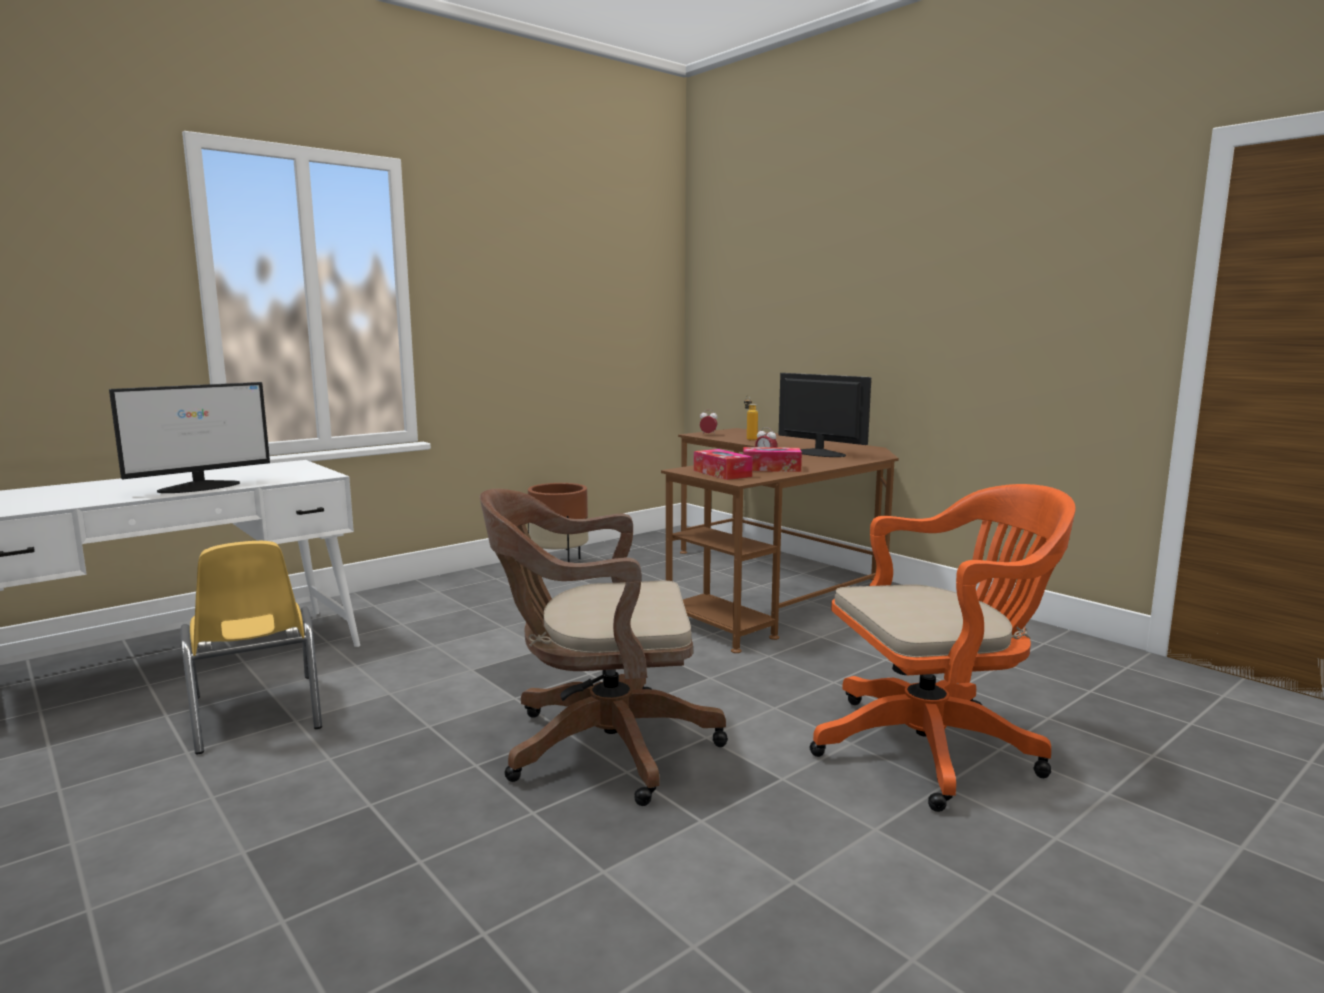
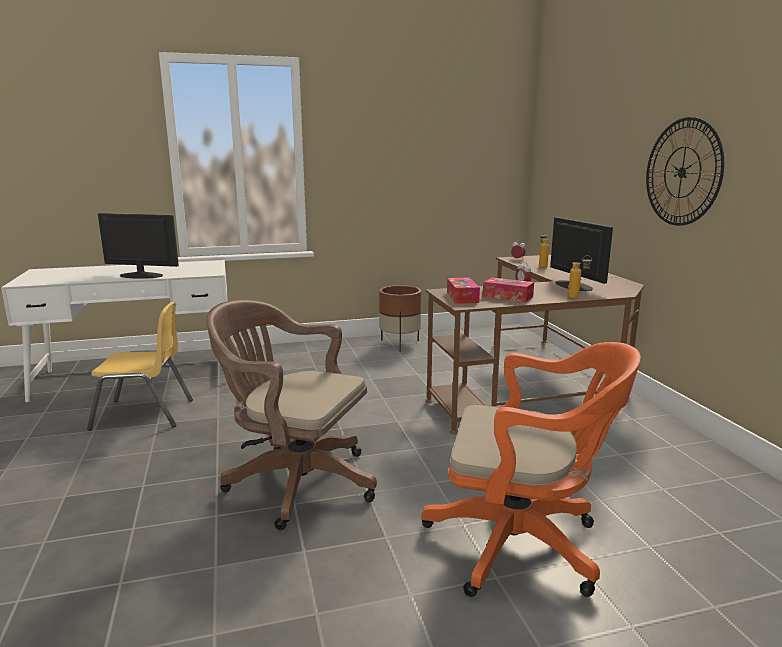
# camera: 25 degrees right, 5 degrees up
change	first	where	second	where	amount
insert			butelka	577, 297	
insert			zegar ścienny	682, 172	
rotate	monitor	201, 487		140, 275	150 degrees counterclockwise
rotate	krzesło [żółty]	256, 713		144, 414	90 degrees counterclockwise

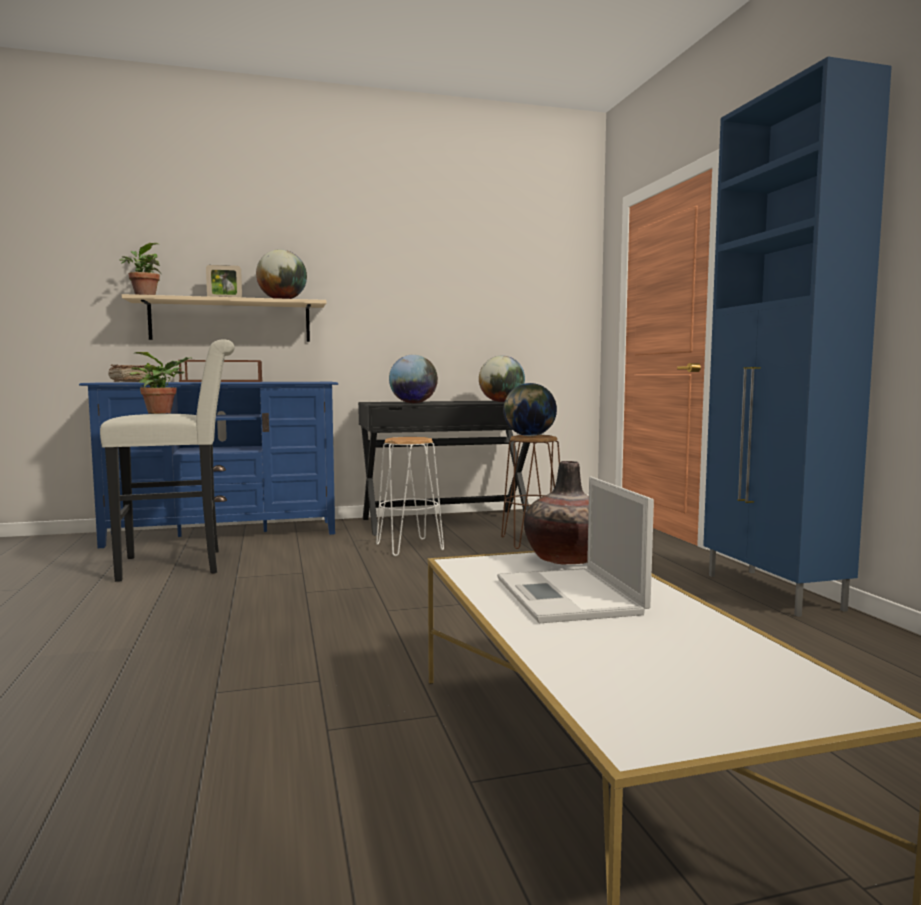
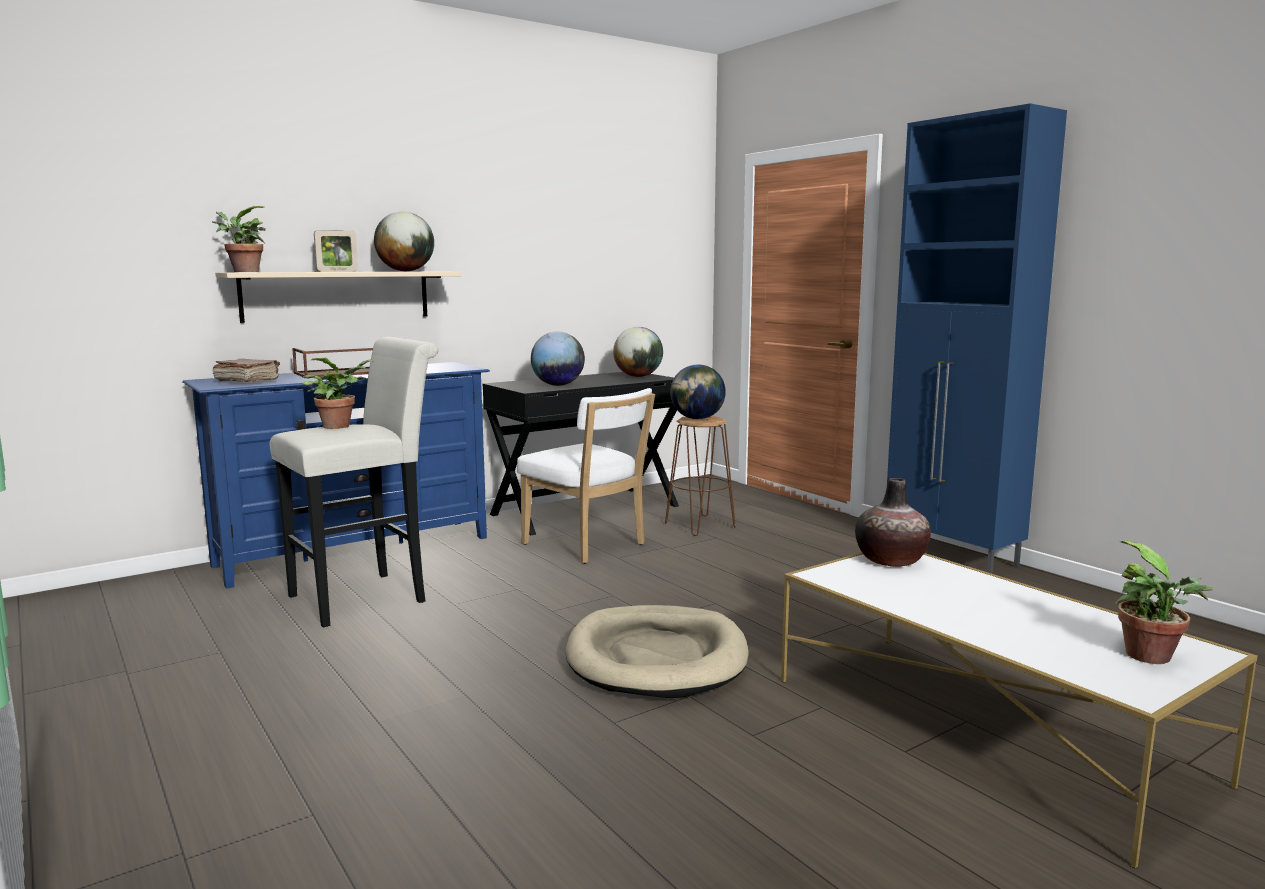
# camera: 20 degrees left, 5 degrees up
change	first	where	second	where	amount
delete	laptop	570, 597			
insert			legowisko [beżowy]	657, 658	
insert			roślina doniczkowa	1153, 658	
replace	stołek [biały]	409, 547	krzesło [biały]	587, 546	

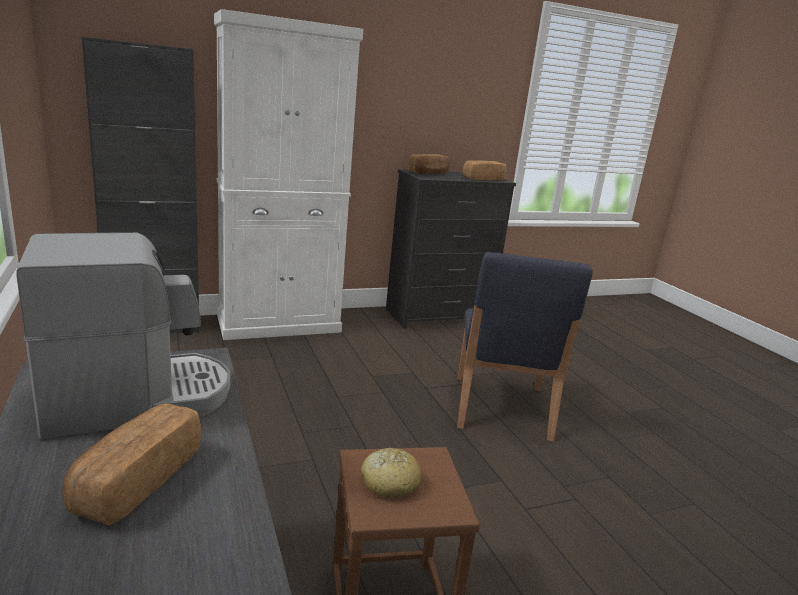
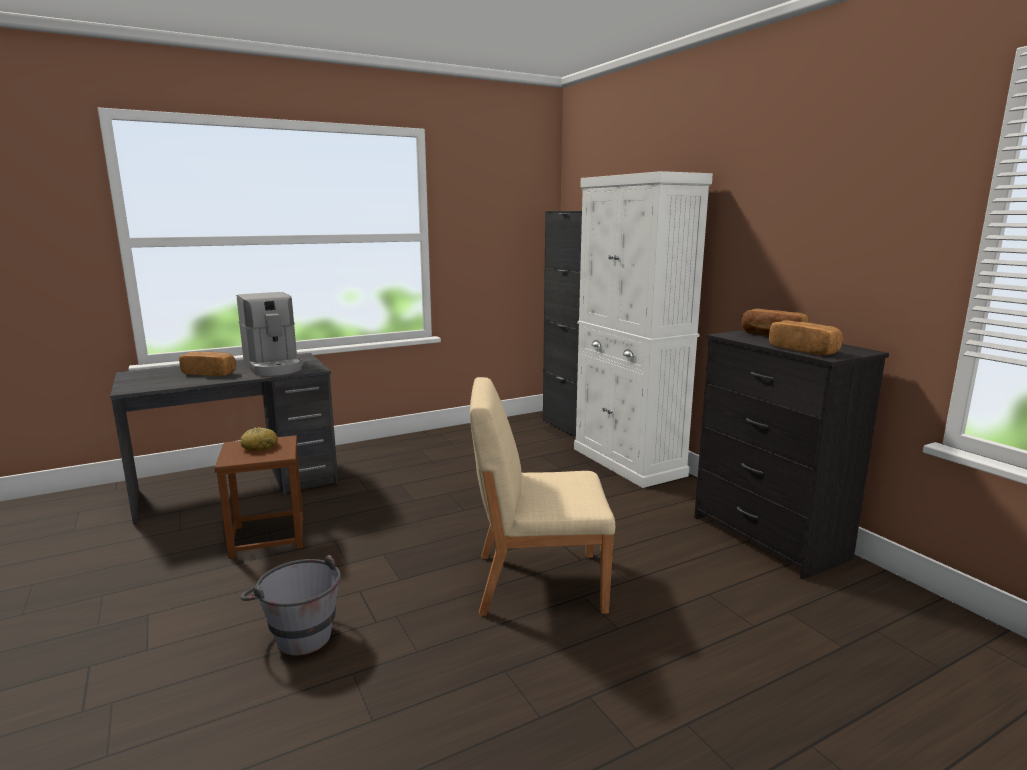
# camera: 85 degrees right, 5 degrees down
change	first	where	second	where	amount
insert			wiadro [szary]	297, 633	
recolor	krzesło [niebieski]	500, 407	krzesło [beżowy]	537, 582	

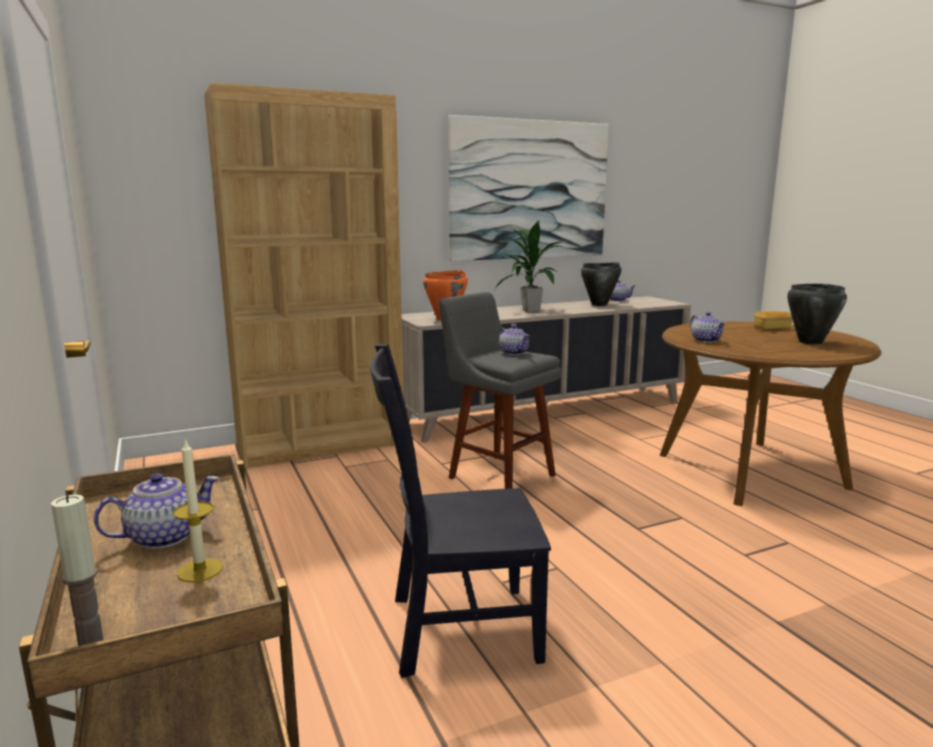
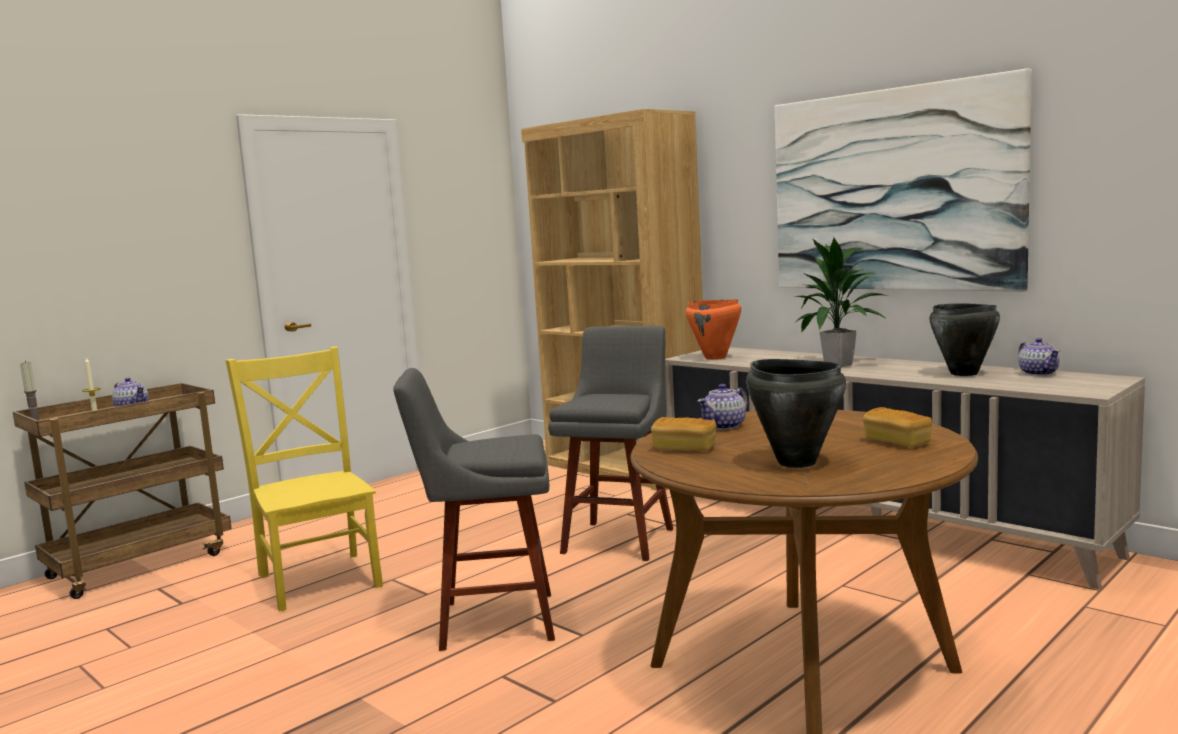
# camera: 70 degrees right, 5 degrees down
change	first	where	second	where	amount
delete	imbryk	513, 352			
insert			stołek [szary]	489, 621	
insert			chleb	684, 449	
recolor	krzesło [czarny]	456, 628	krzesło [żółty]	319, 578	

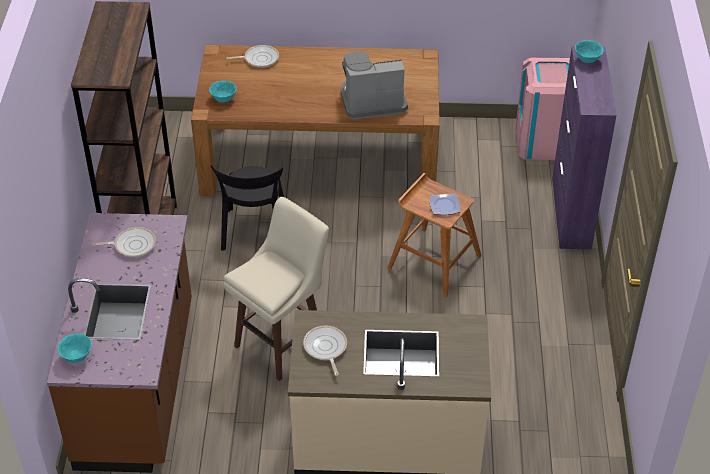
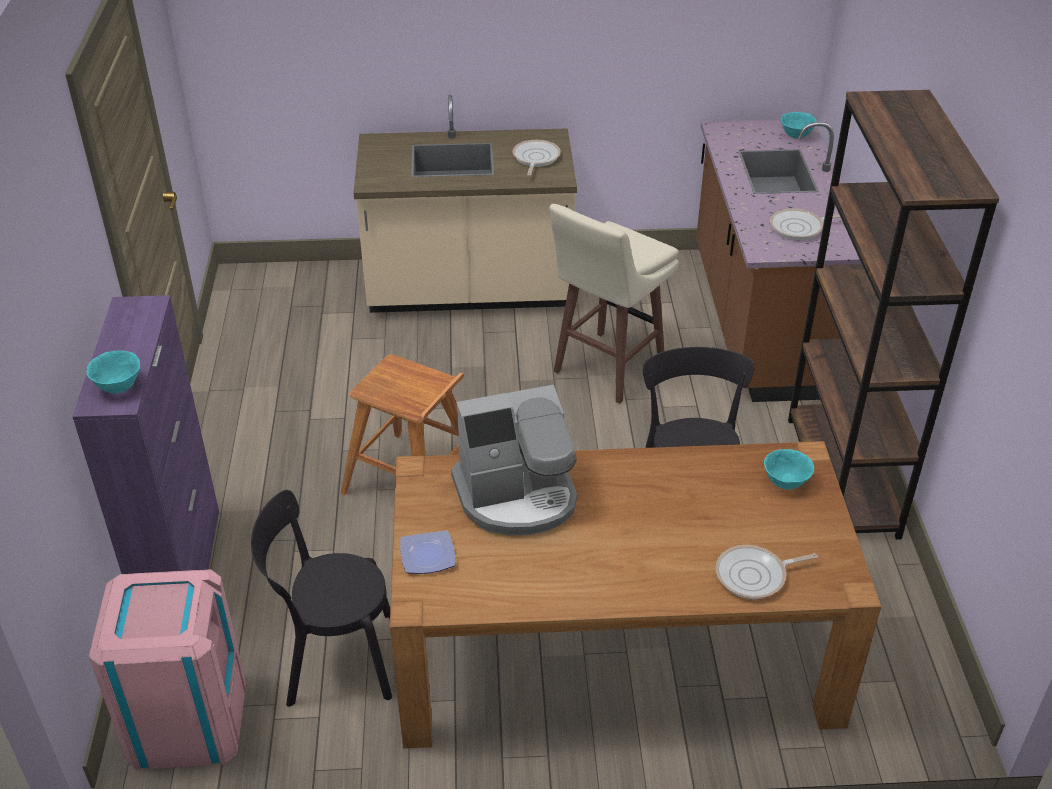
# camera: 175 degrees right, 5 degrees down
change	first	where	second	where	amount
insert			krzesło [czarny]	334, 659	
move	talerz	444, 206		428, 554	
rotate	patelnia	325, 348		535, 158	150 degrees counterclockwise

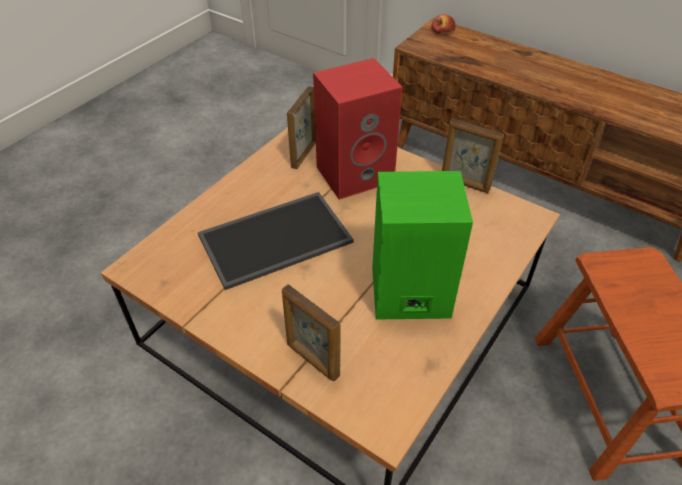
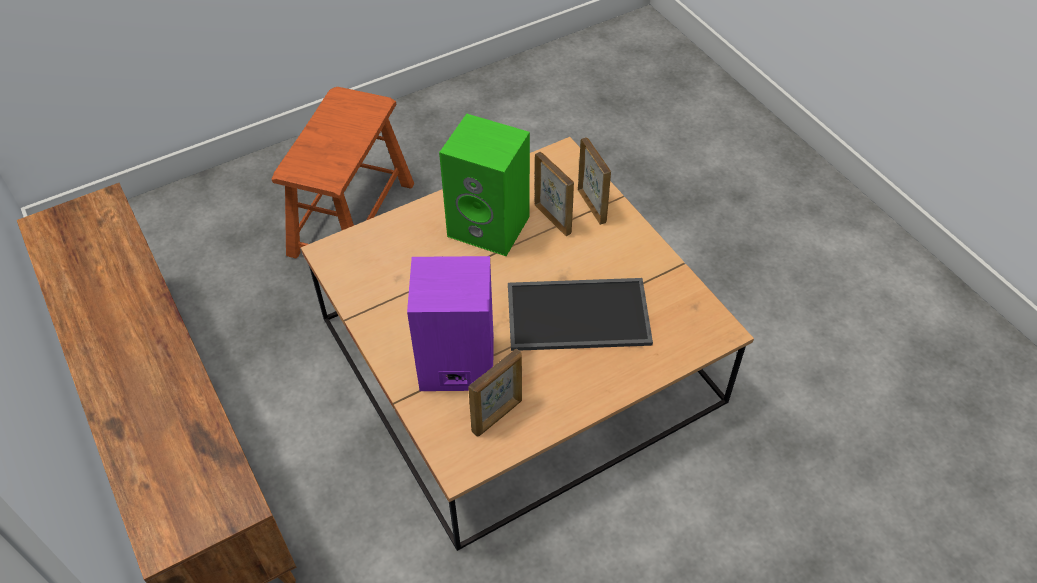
# camera: 155 degrees left, 5 degrees up
change	first	where	second	where	amount
delete	jabłko	443, 31			
move	ramka na zdjęcie	465, 184		553, 218	
recolor	głośnik [czerwony]	355, 173	głośnik [fioletowy]	455, 365	

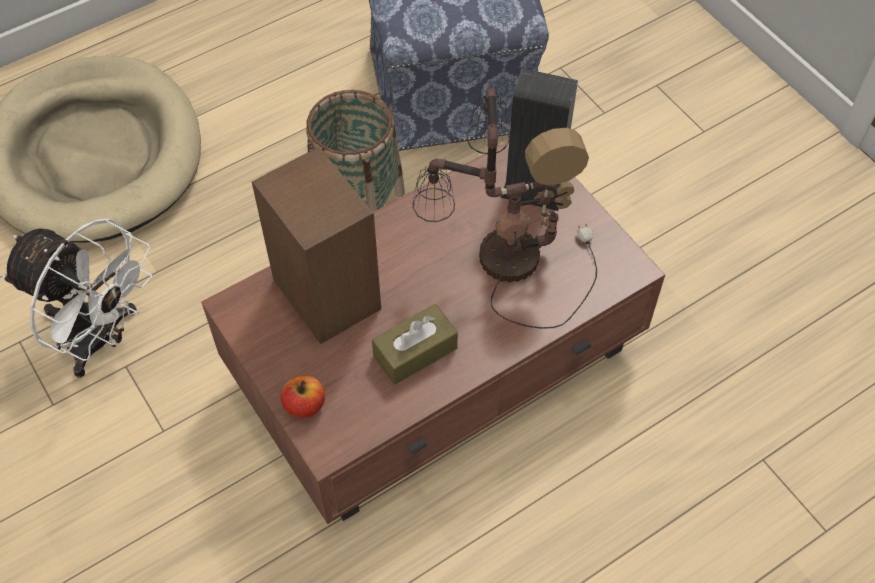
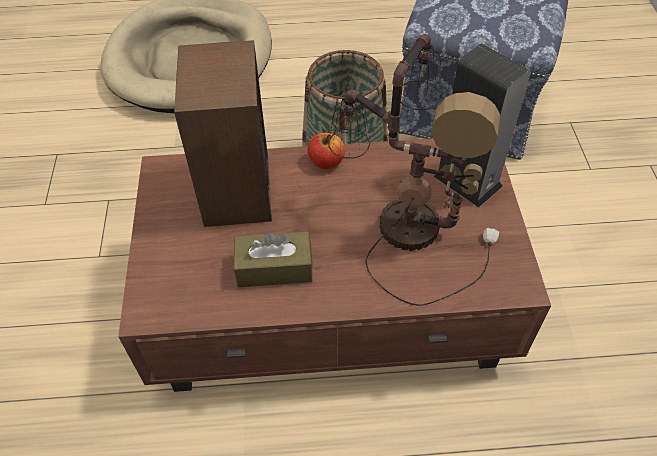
# camera: 30 degrees right, 5 degrees down
change	first	where	second	where	amount
delete	wentylator [biały]	101, 339			
move	jabłko	305, 405		326, 162	

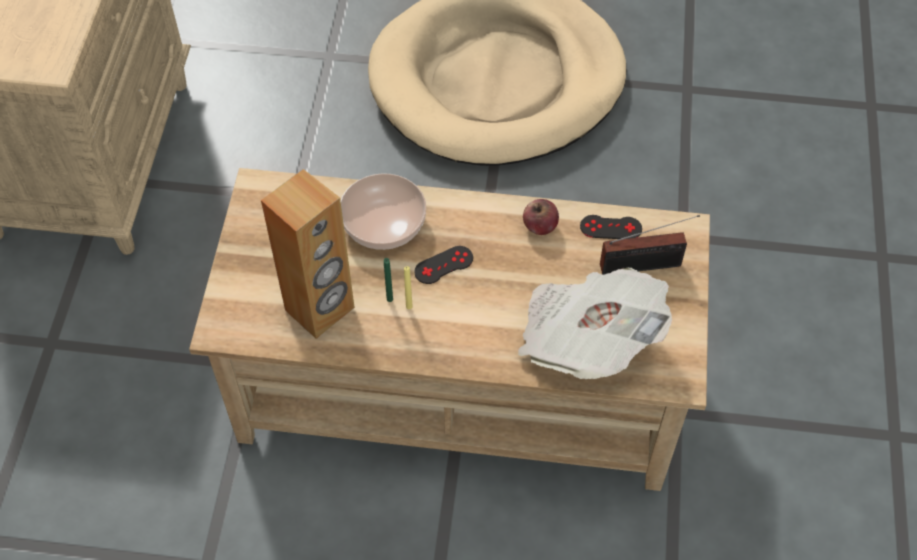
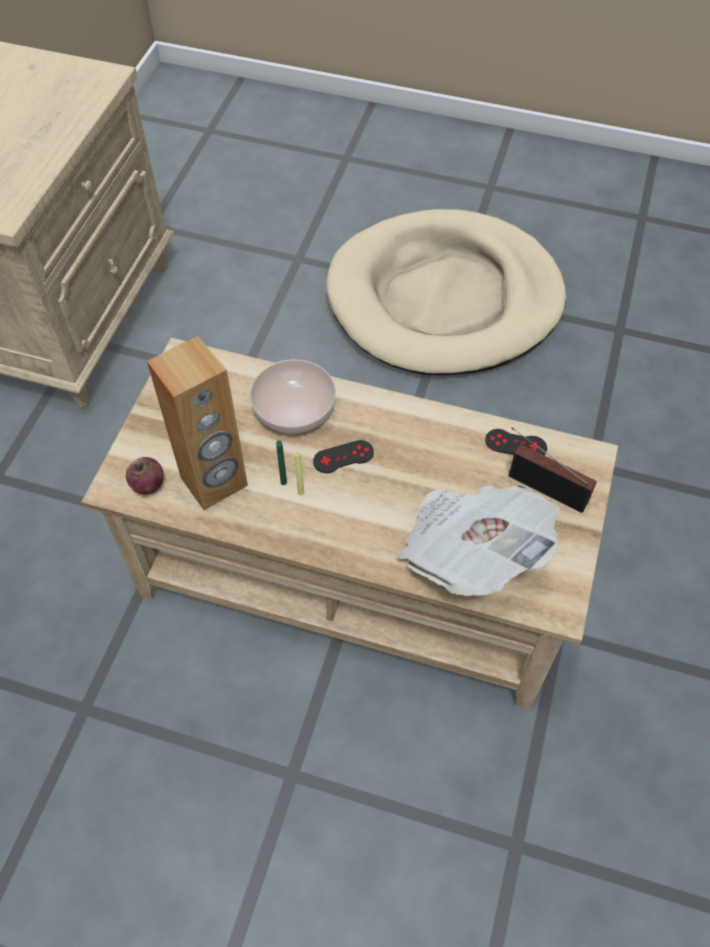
# camera: 10 degrees right, 0 degrees up
change	first	where	second	where	amount
move	jabłko	539, 226		147, 484	
rotate	radio	645, 266		543, 487	150 degrees counterclockwise

